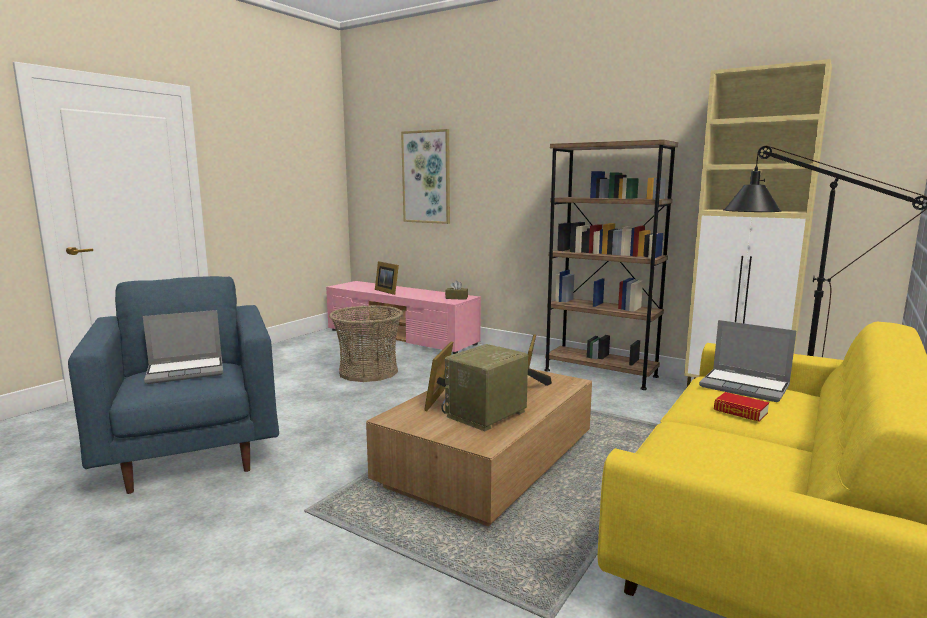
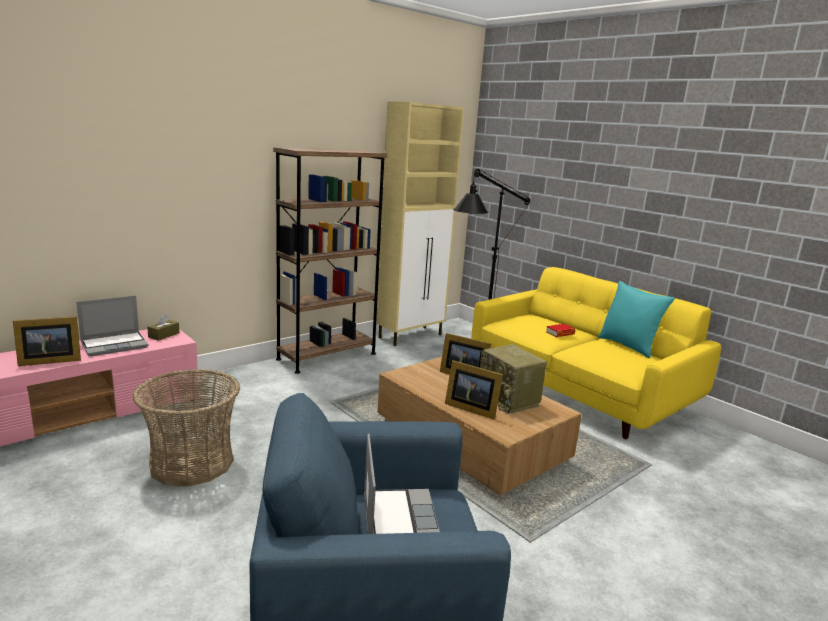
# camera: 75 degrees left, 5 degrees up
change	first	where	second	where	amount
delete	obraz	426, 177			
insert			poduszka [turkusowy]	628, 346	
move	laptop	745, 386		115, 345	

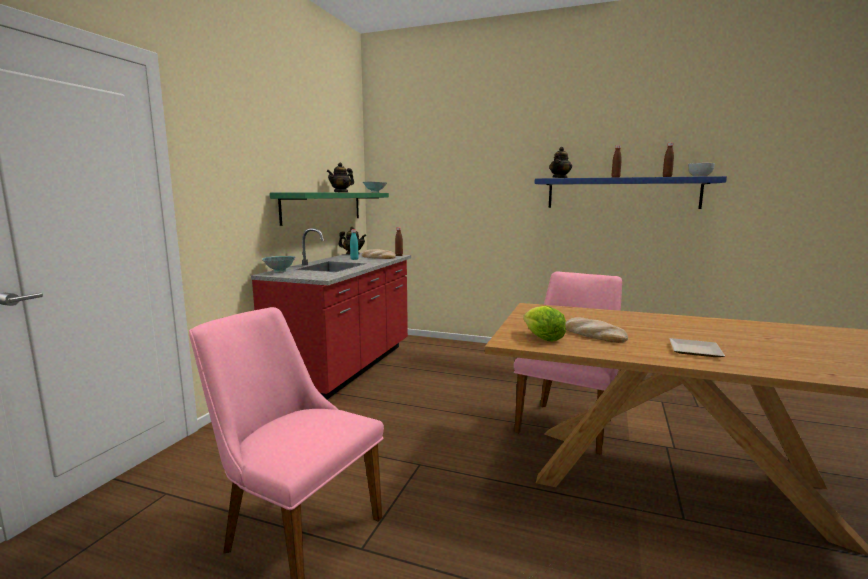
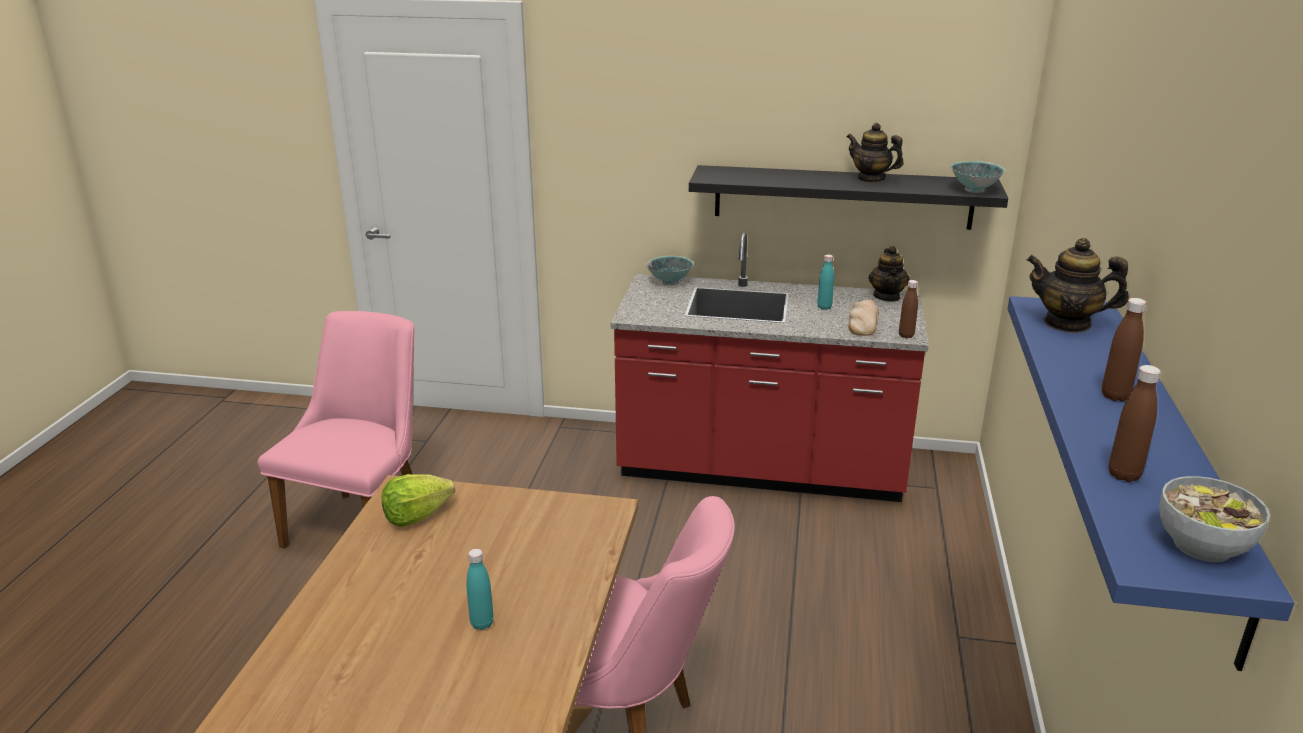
# camera: 80 degrees right, 15 degrees up
change	first	where	second	where	amount
delete	chleb	593, 334			
delete	talerz	696, 350			
insert			butelka [turkusowy]	482, 623	
recolor	półka [zielony]	323, 207	półka [czarny]	842, 197	

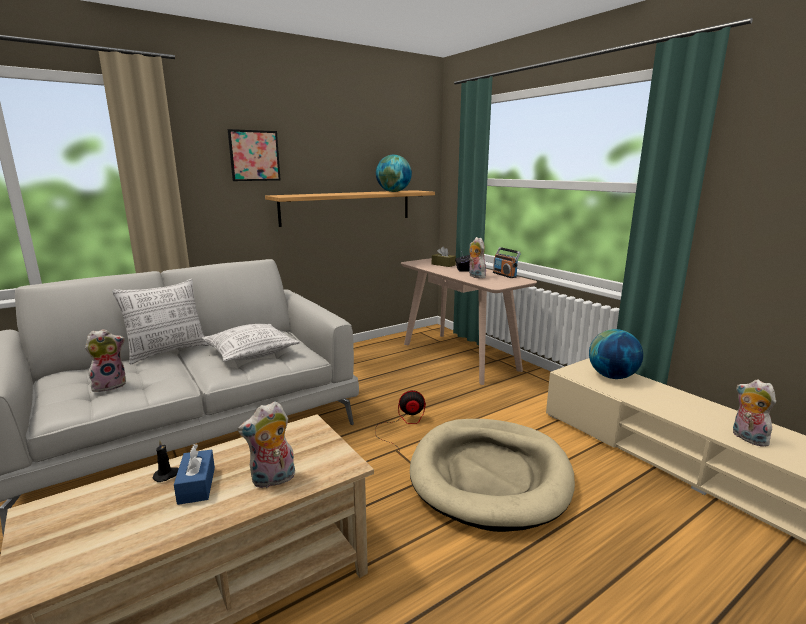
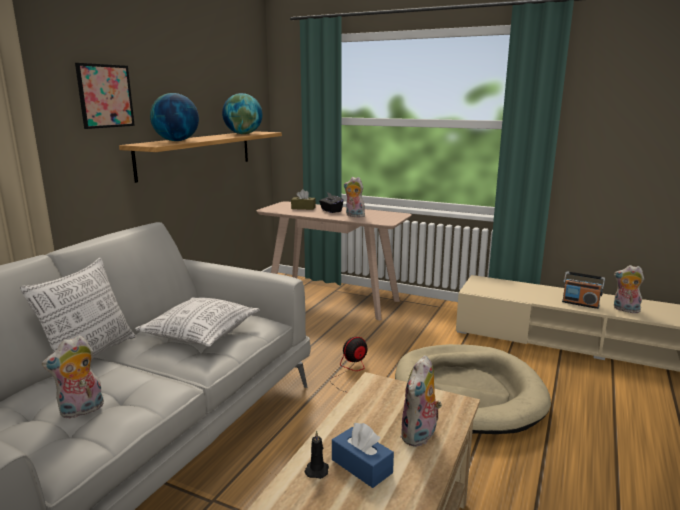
# camera: 30 degrees left, 0 degrees up
change	first	where	second	where	amount
move	radio	504, 275		580, 304	
move	globus	612, 376		176, 141	
rotate	pluszak	110, 385		81, 411	150 degrees counterclockwise

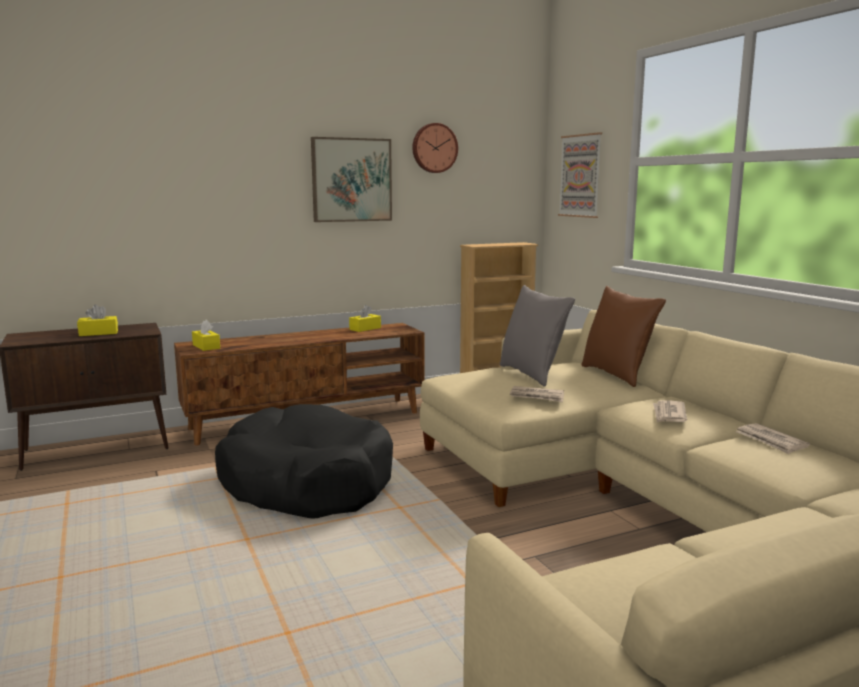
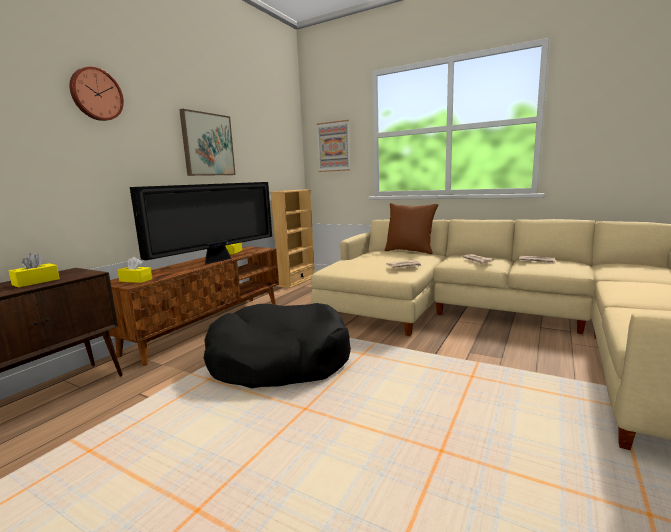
# camera: 35 degrees left, 0 degrees up
change	first	where	second	where	amount
delete	poduszka [szary]	532, 374			
insert			telewizor	217, 260	
move	zegar ścienny	434, 148		96, 94	

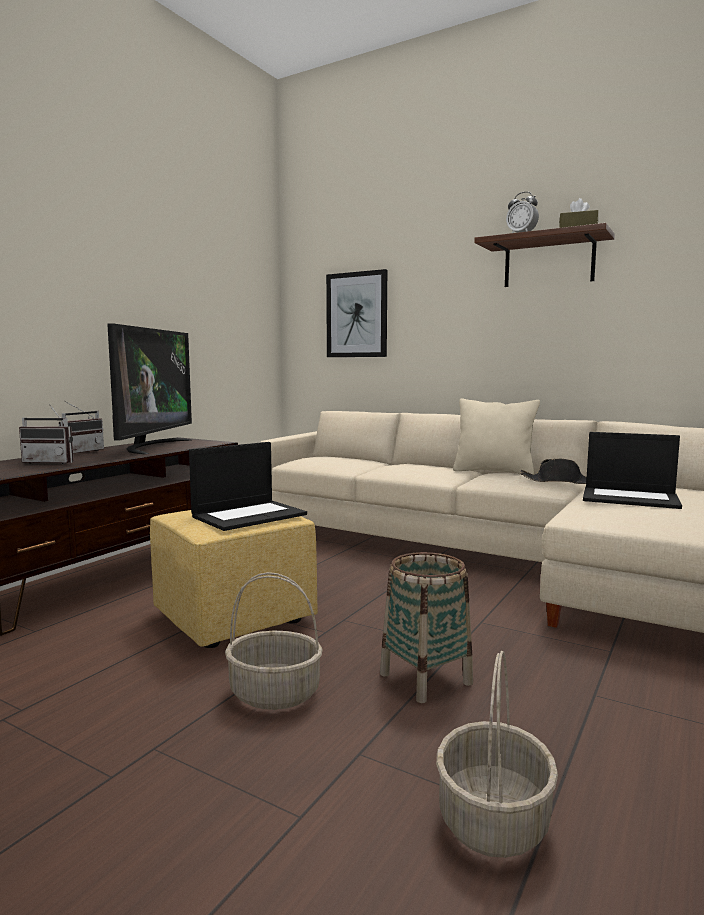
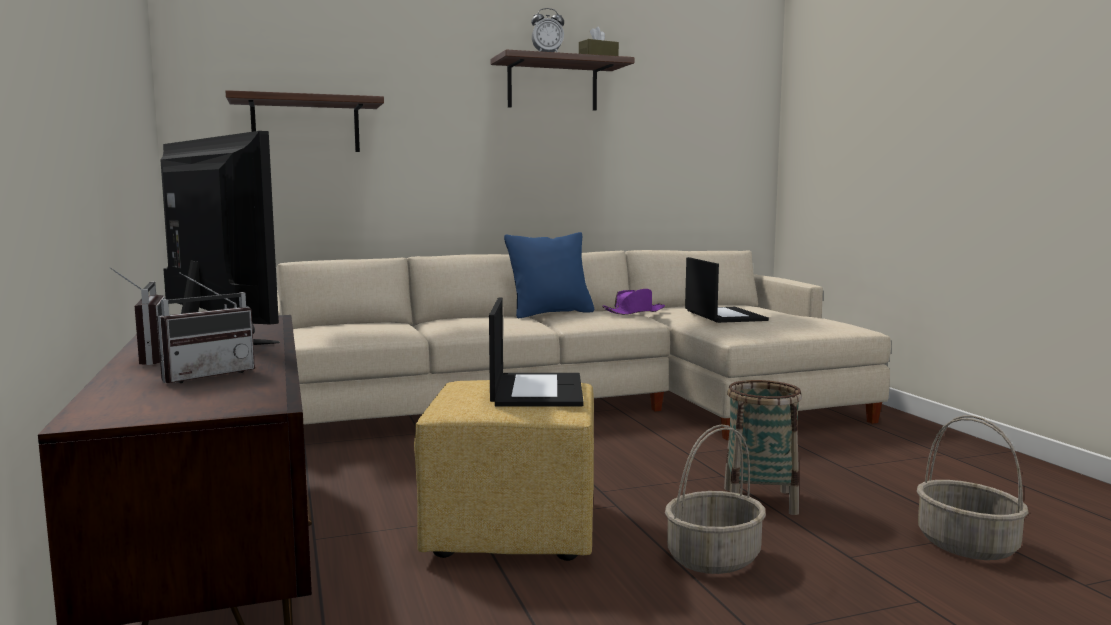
# camera: 50 degrees left, 0 degrees up
change	first	where	second	where	amount
replace	obraz	357, 315	półka	306, 125	
recolor	poduszka [beżowy]	494, 472	poduszka [niebieski]	550, 313	
recolor	kapelusz [czarny]	559, 481	kapelusz [fioletowy]	634, 312	
rotate	laptop	631, 498		723, 315	75 degrees counterclockwise

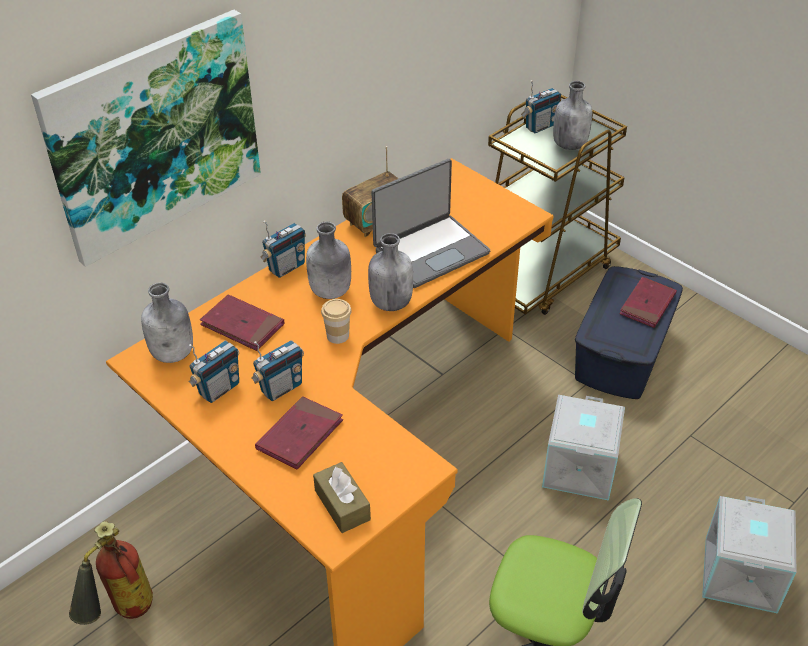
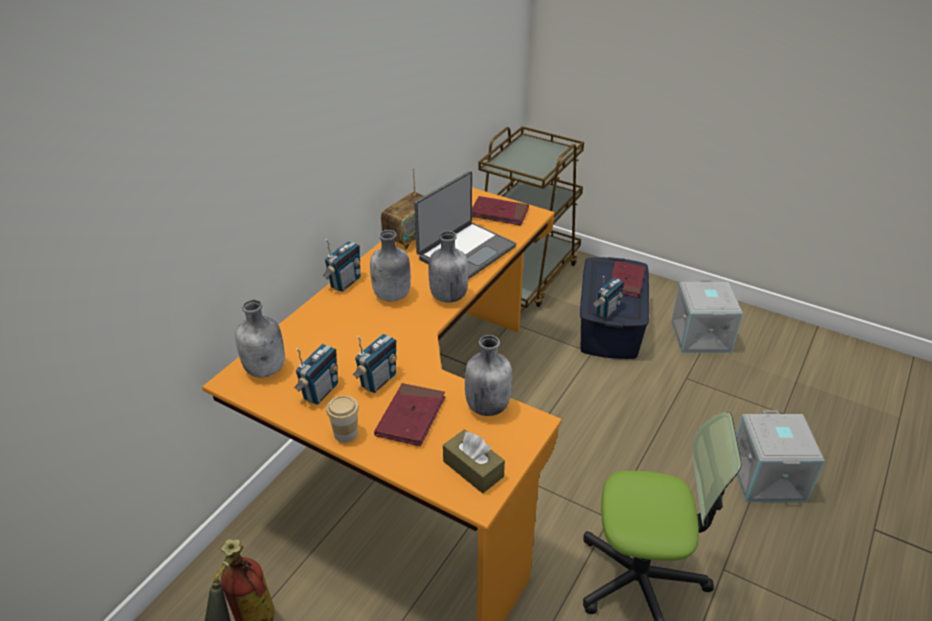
# camera: 15 degrees left, 5 degrees down
change	first	where	second	where	amount
delete	obraz	154, 135			
move	książka [czerwony]	242, 325		499, 213	
move	filiżanka	338, 335		346, 433	
move	radio	540, 126		607, 311	
move	pojemnik do przechowywania [szary]	578, 467		699, 336	
move	butelka [szary]	569, 144		487, 405	

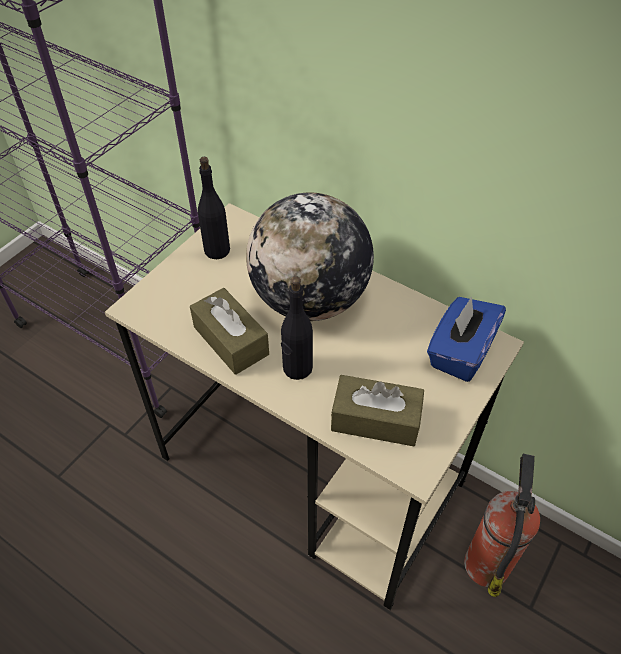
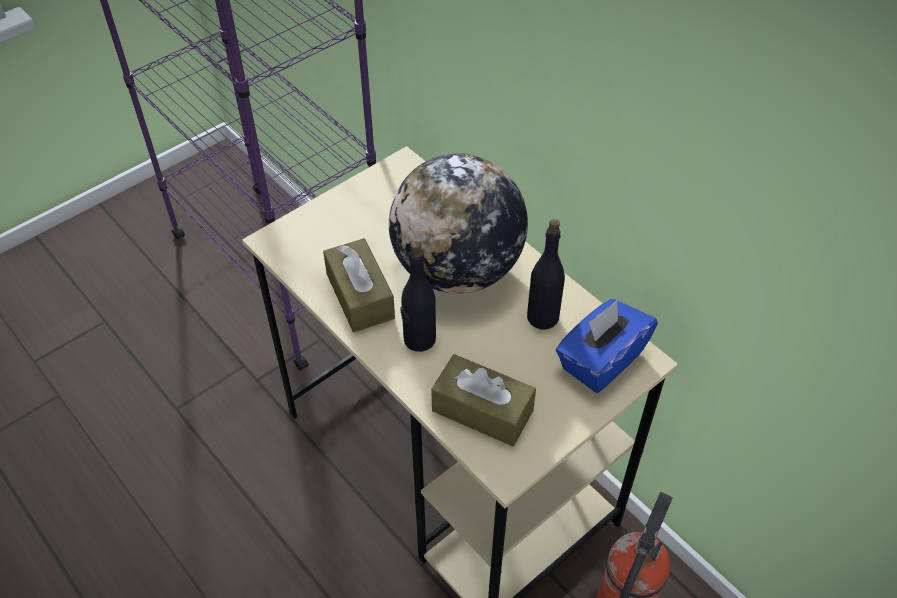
# camera: 15 degrees right, 0 degrees up
change	first	where	second	where	amount
move	butelka [czarny]	217, 250		543, 317	

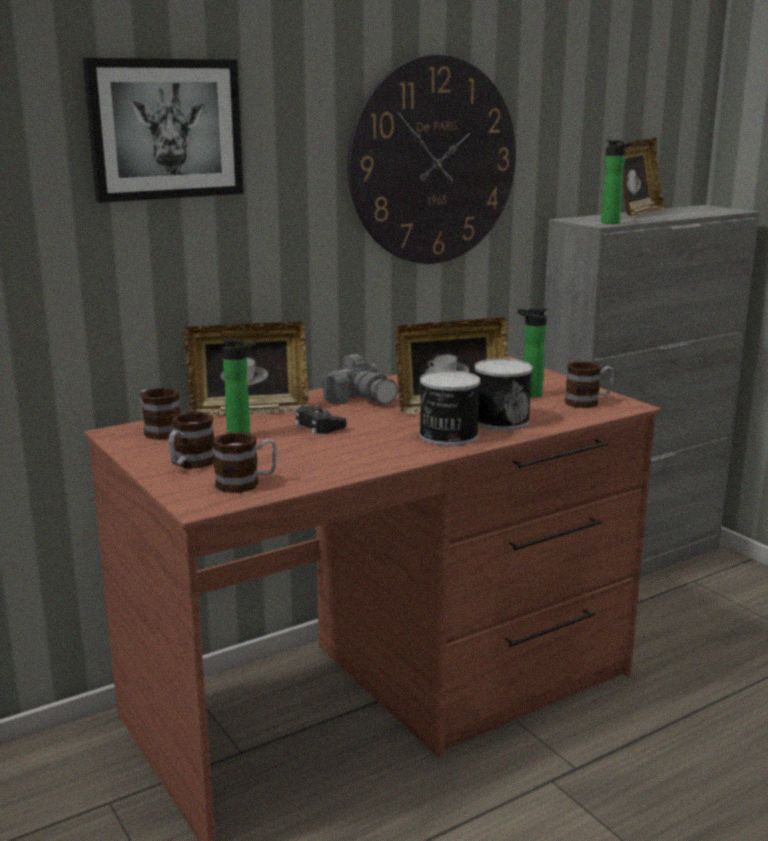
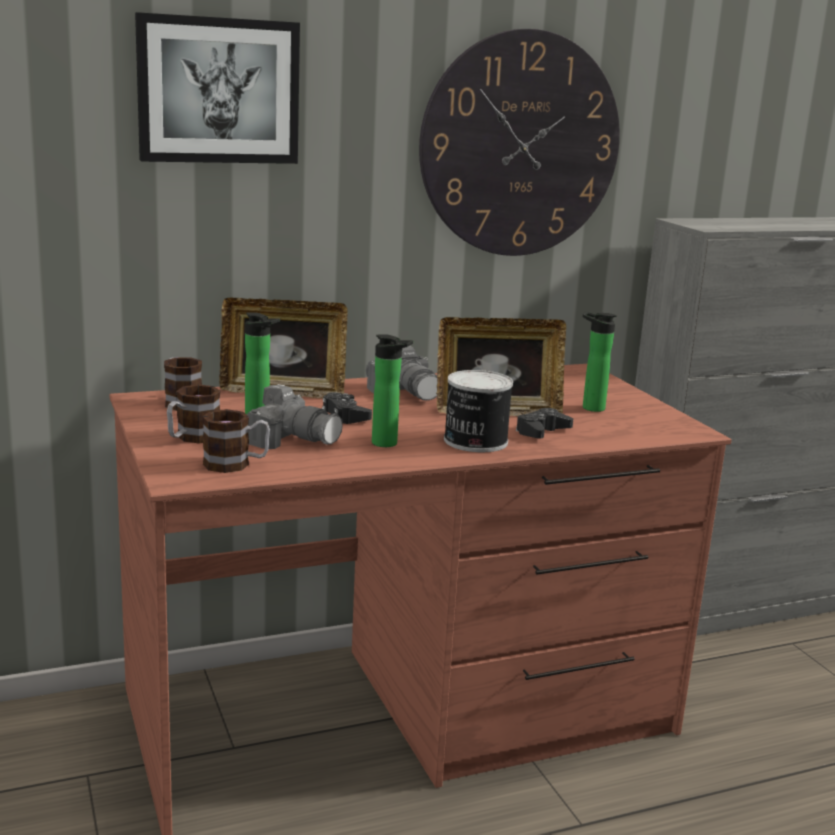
# camera: 10 degrees right, 0 degrees up
change	first	where	second	where	amount
delete	kubek	588, 402			
delete	ramka na zdjęcie	638, 213			
insert			aparat fotograficzny	292, 439	
move	butelka	613, 223		388, 444	
replace	puszka	500, 420	pad do gier [czarny]	542, 431	

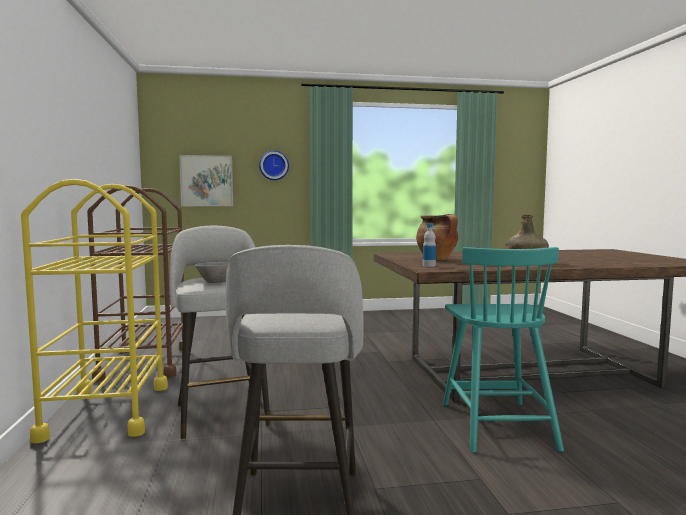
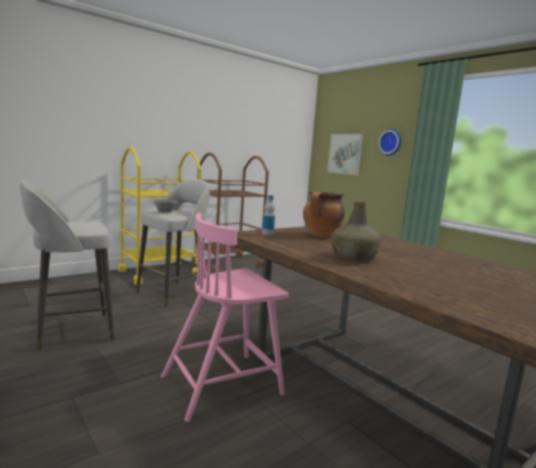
# camera: 60 degrees right, 5 degrees up
change	first	where	second	where	amount
recolor	krzesło [turkusowy]	496, 424	krzesło [różowy]	223, 384	

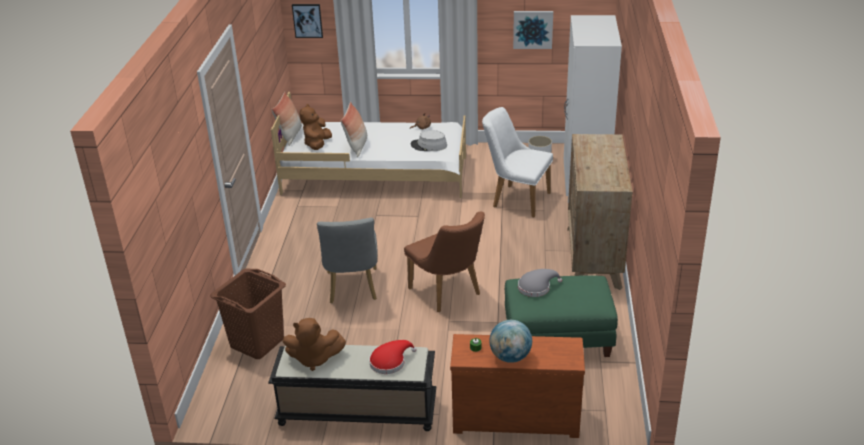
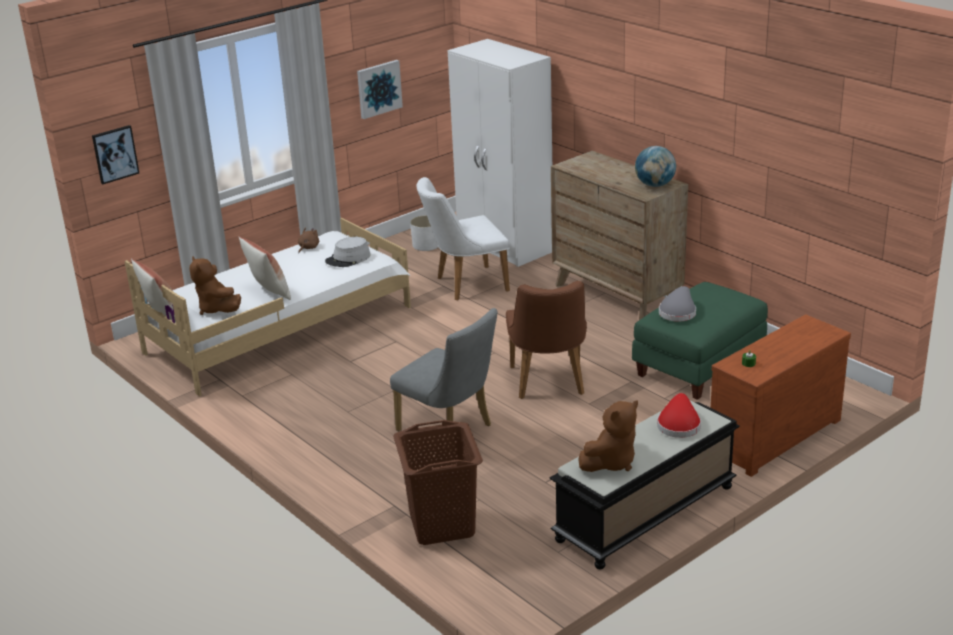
# camera: 45 degrees left, 5 degrees down
change	first	where	second	where	amount
move	globus	510, 357		655, 185	
rotate	krzesło [brązowy]	449, 294		548, 384	75 degrees clockwise

